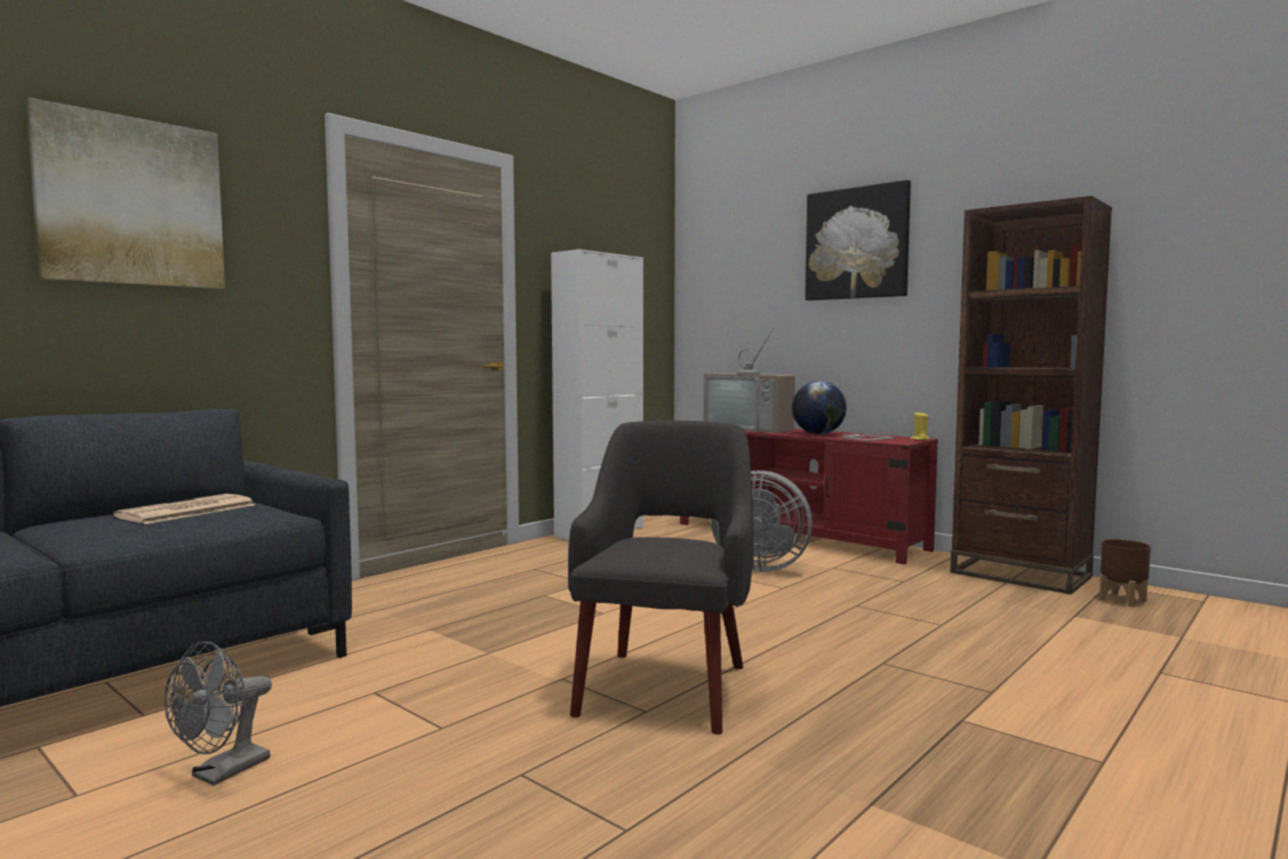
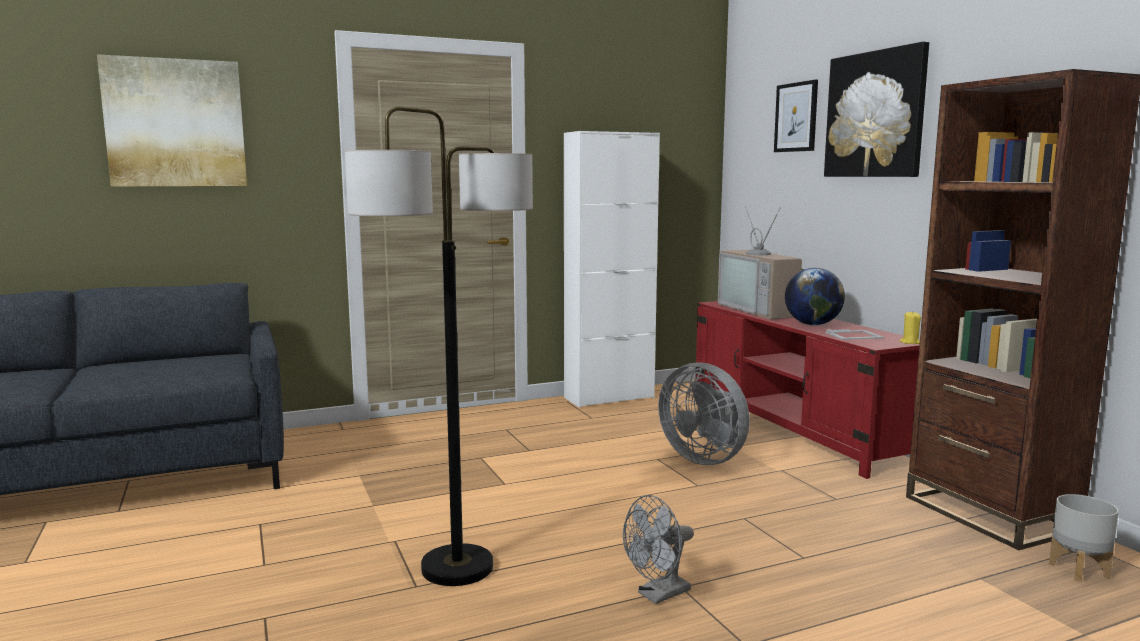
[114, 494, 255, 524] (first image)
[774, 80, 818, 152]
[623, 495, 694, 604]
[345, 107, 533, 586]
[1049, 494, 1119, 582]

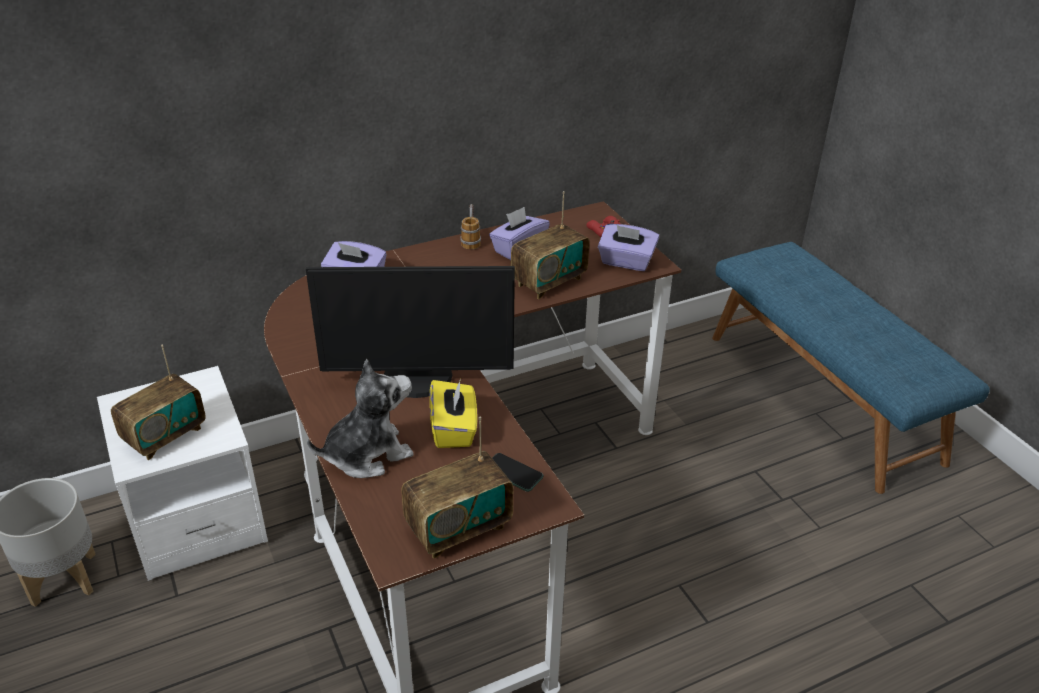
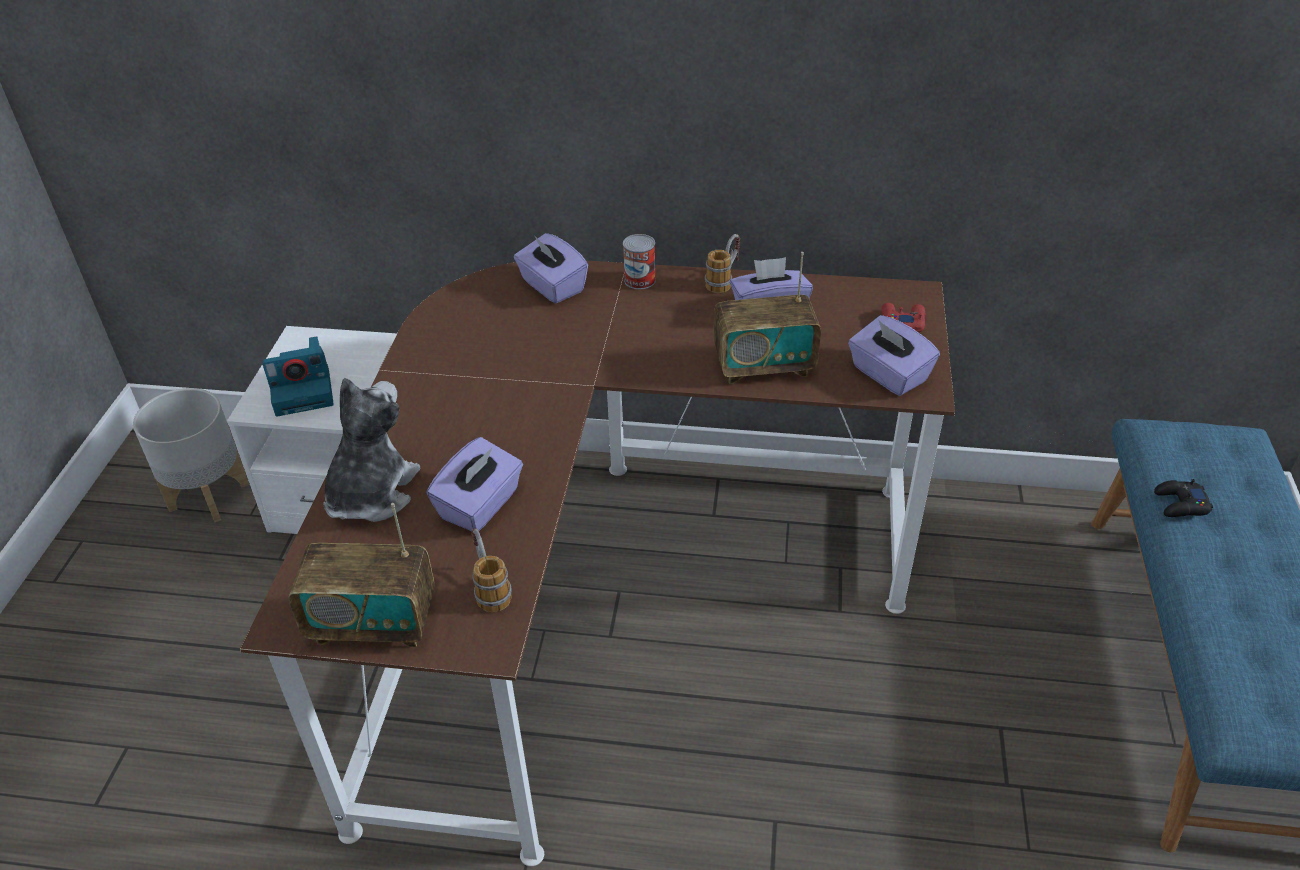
[306, 266, 515, 398] (first image)
[623, 234, 656, 289]
[1154, 479, 1213, 517]
[262, 336, 334, 417]
[471, 528, 512, 612]
[426, 437, 523, 531]
[323, 378, 421, 522]

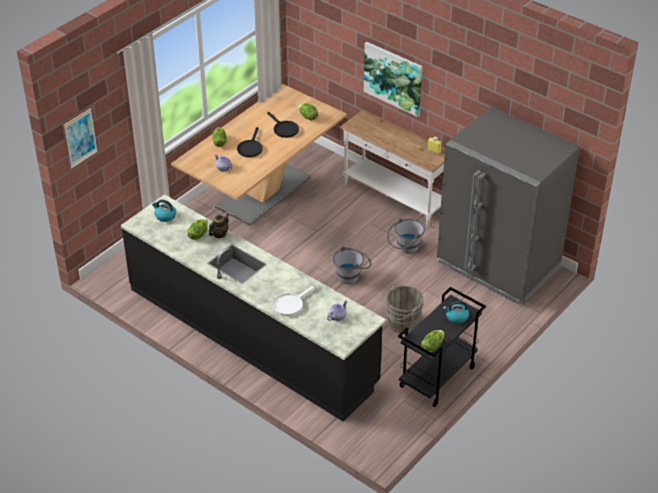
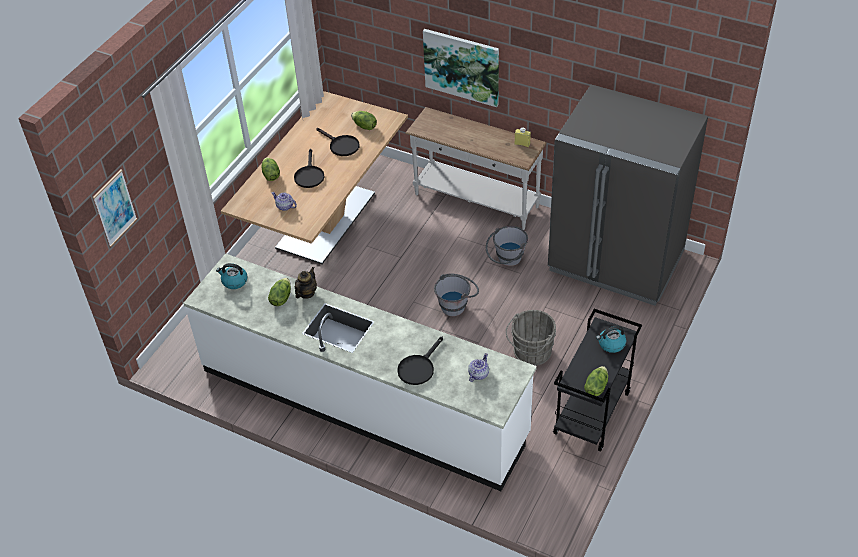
[183, 253, 537, 491]
[397, 337, 443, 385]

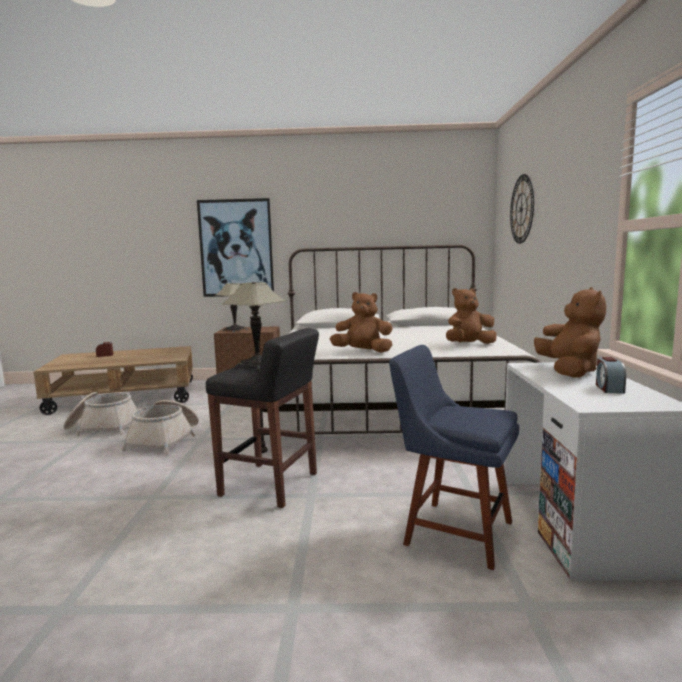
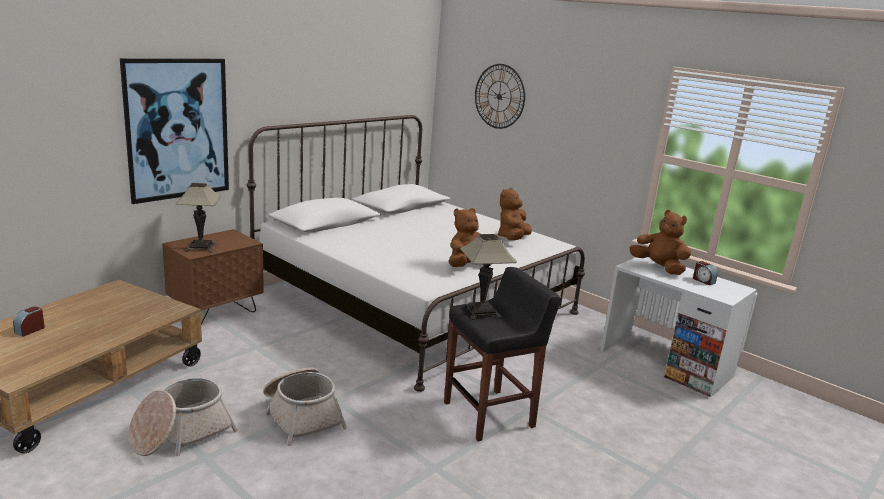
[389, 345, 519, 570] (first image)

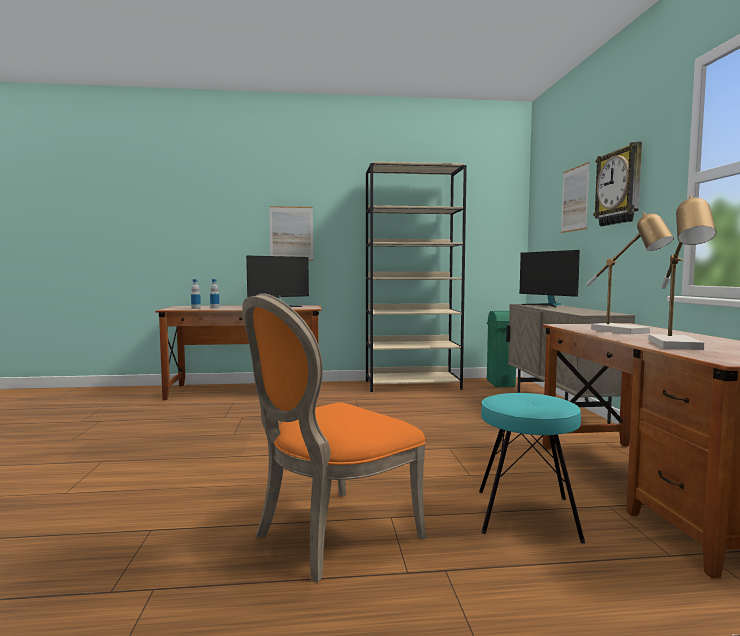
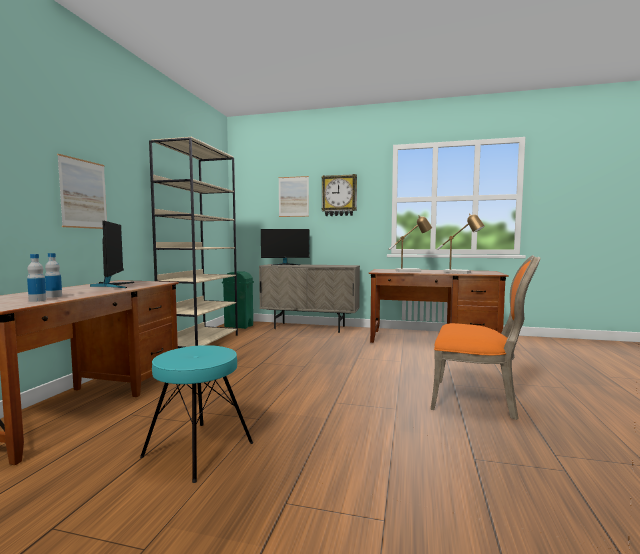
[140, 345, 253, 483]
[430, 255, 541, 420]

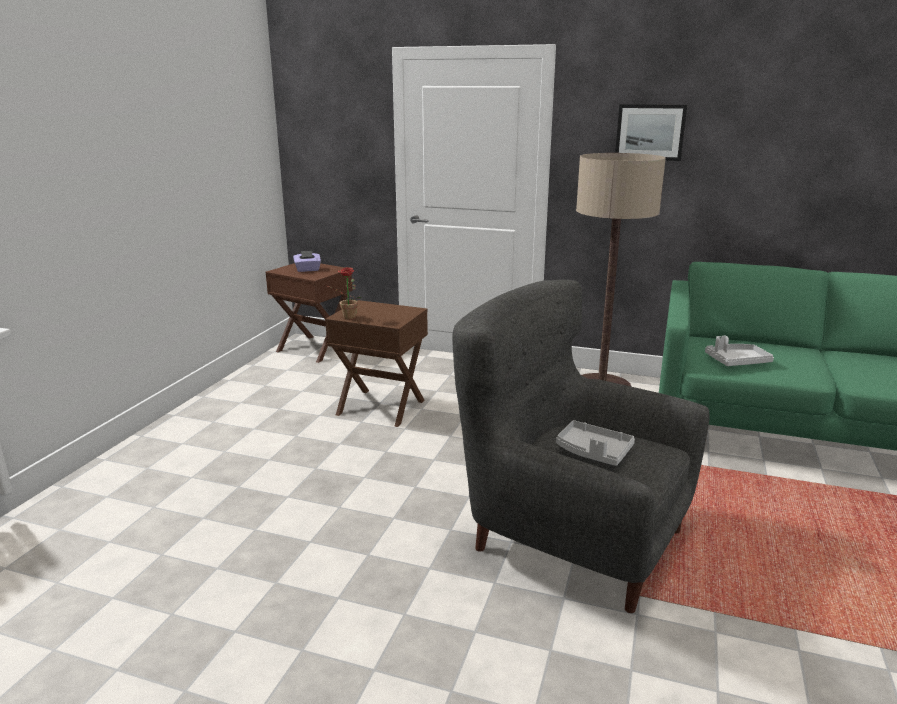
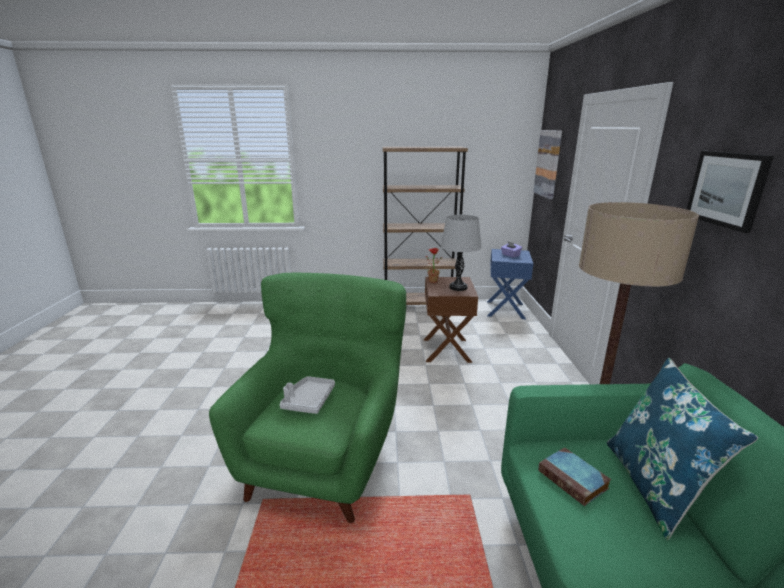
[382, 146, 468, 305]
[440, 215, 482, 291]
[533, 130, 562, 199]
[607, 358, 758, 540]
[538, 447, 611, 506]
[487, 249, 533, 319]
[209, 273, 406, 523]

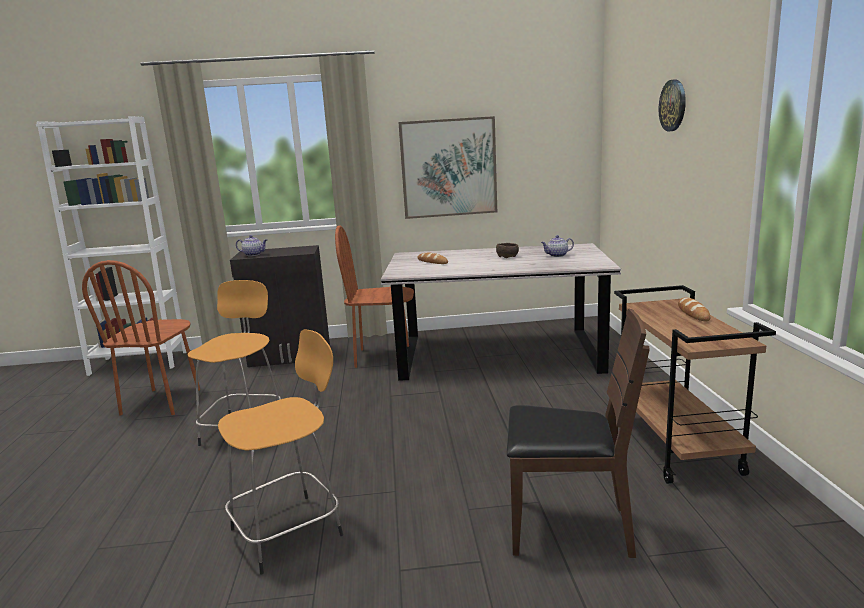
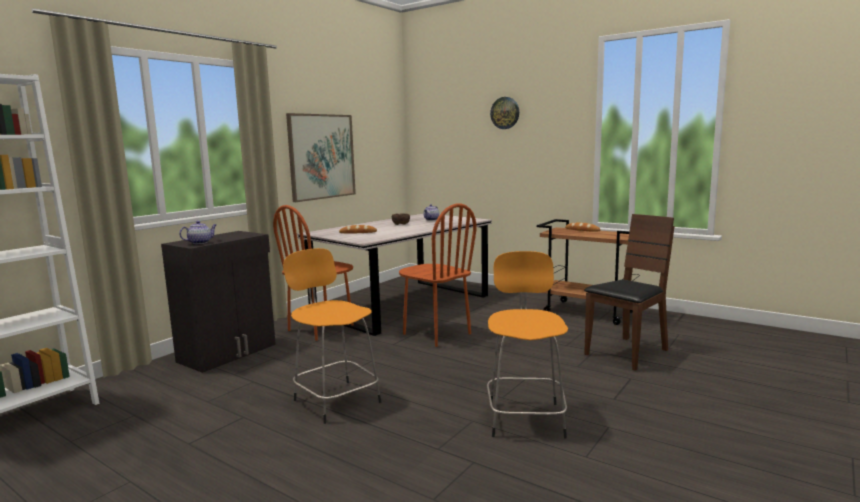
[399, 203, 476, 347]

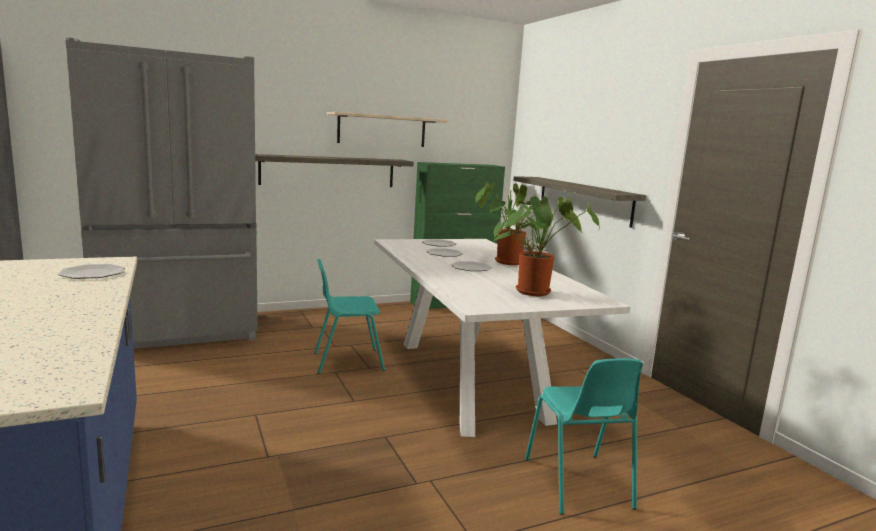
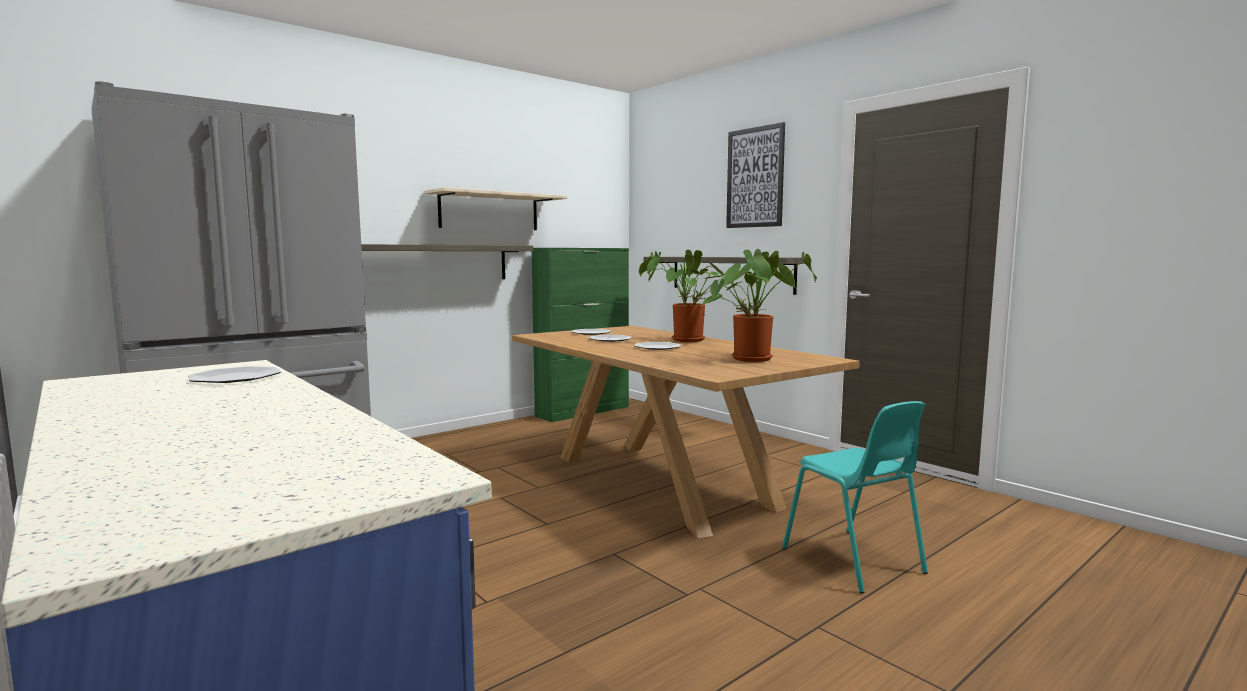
[314, 259, 385, 374] (first image)
[726, 122, 785, 228]
[512, 326, 860, 539]

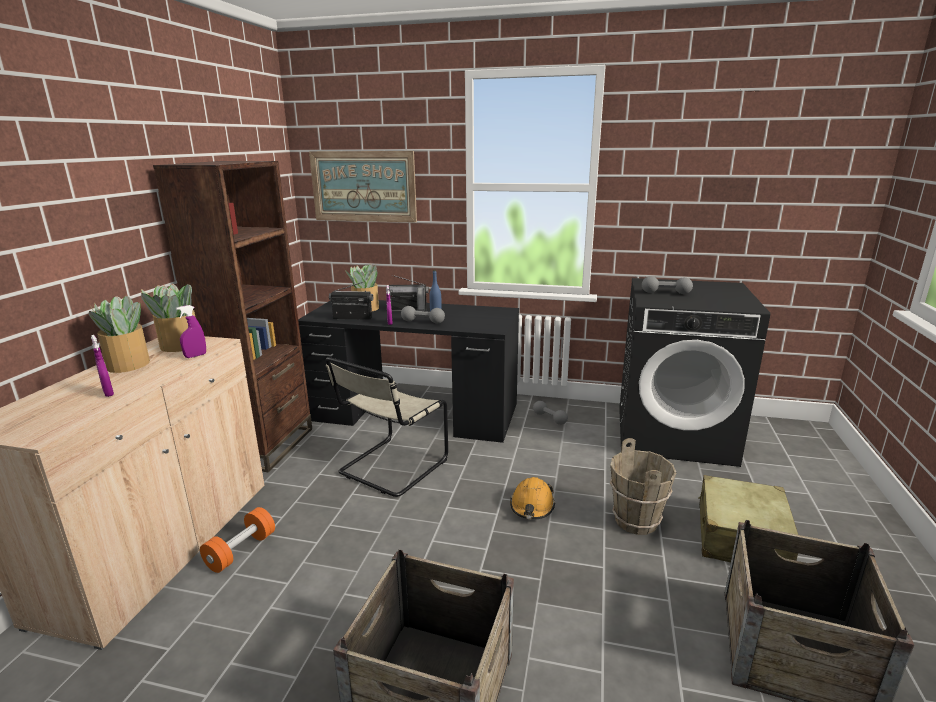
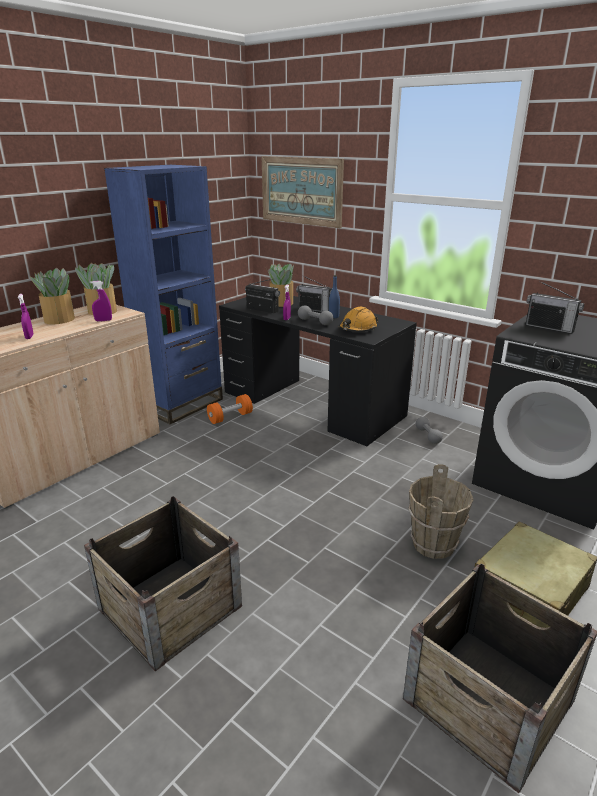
[326, 357, 448, 497] (first image)
[207, 394, 253, 424]
[339, 307, 378, 332]
[525, 281, 584, 334]
[104, 165, 223, 424]

